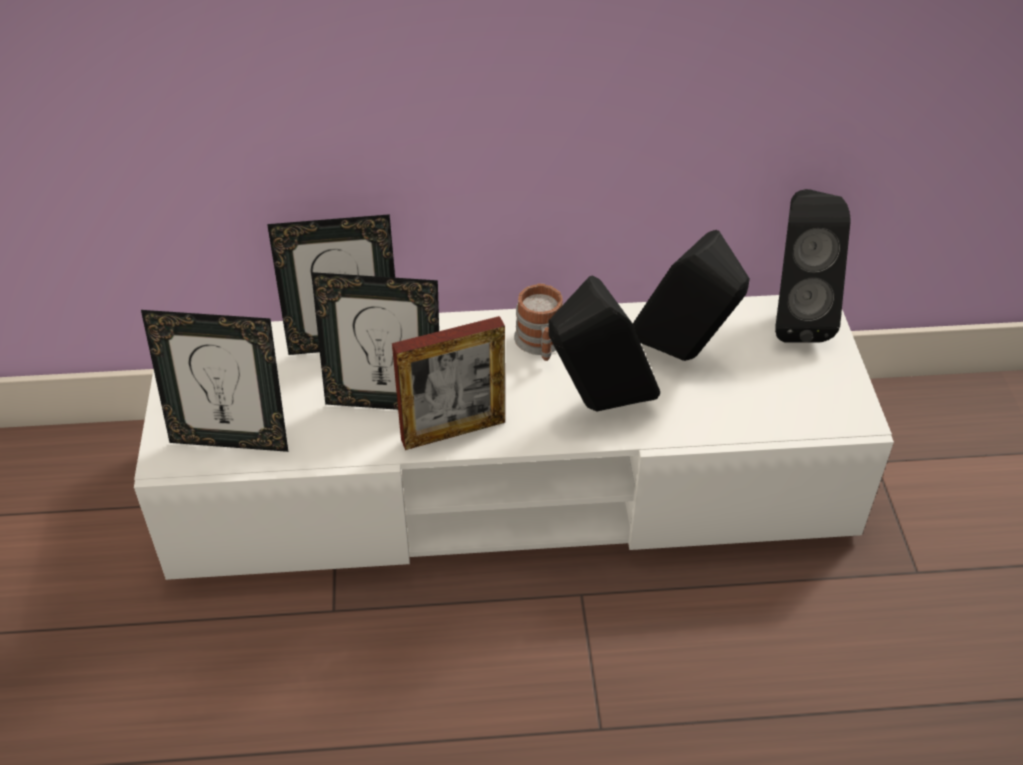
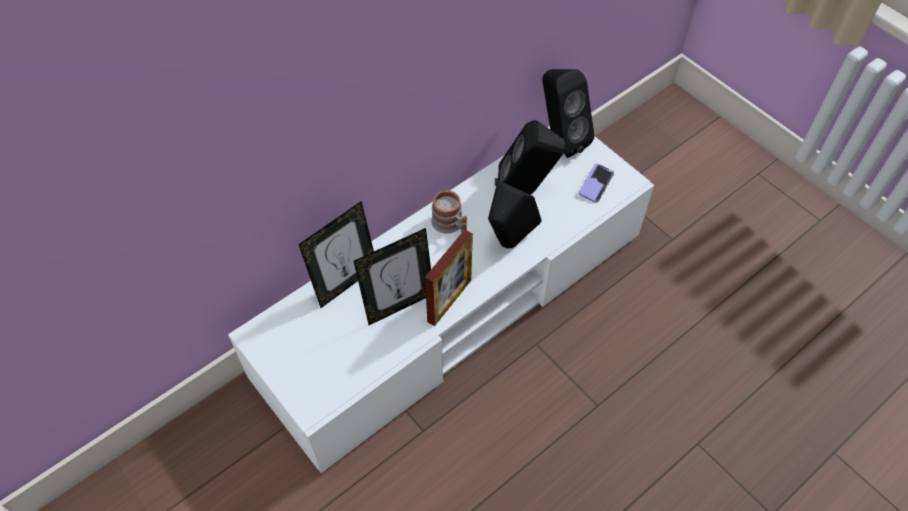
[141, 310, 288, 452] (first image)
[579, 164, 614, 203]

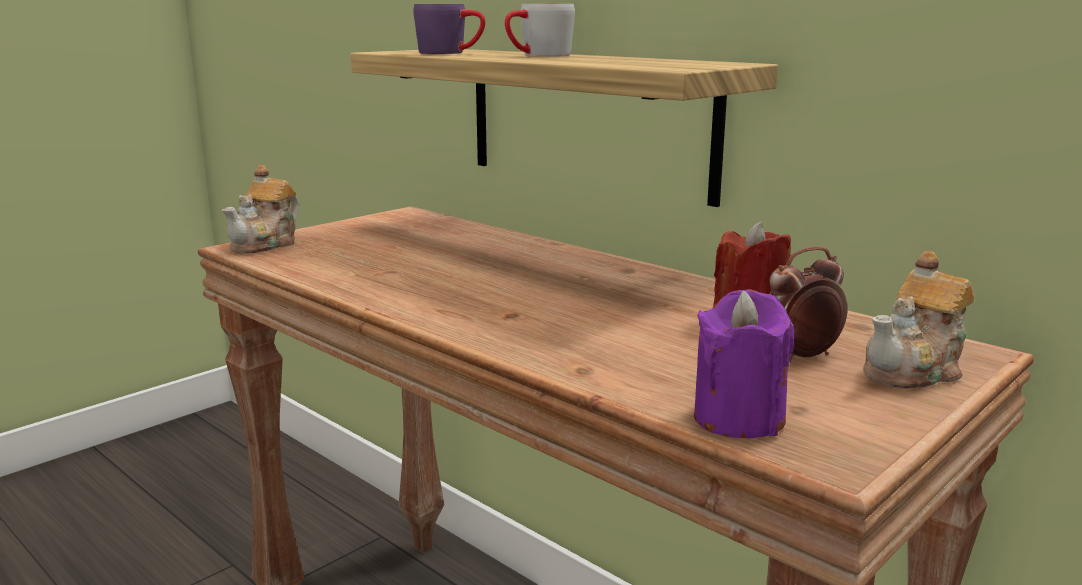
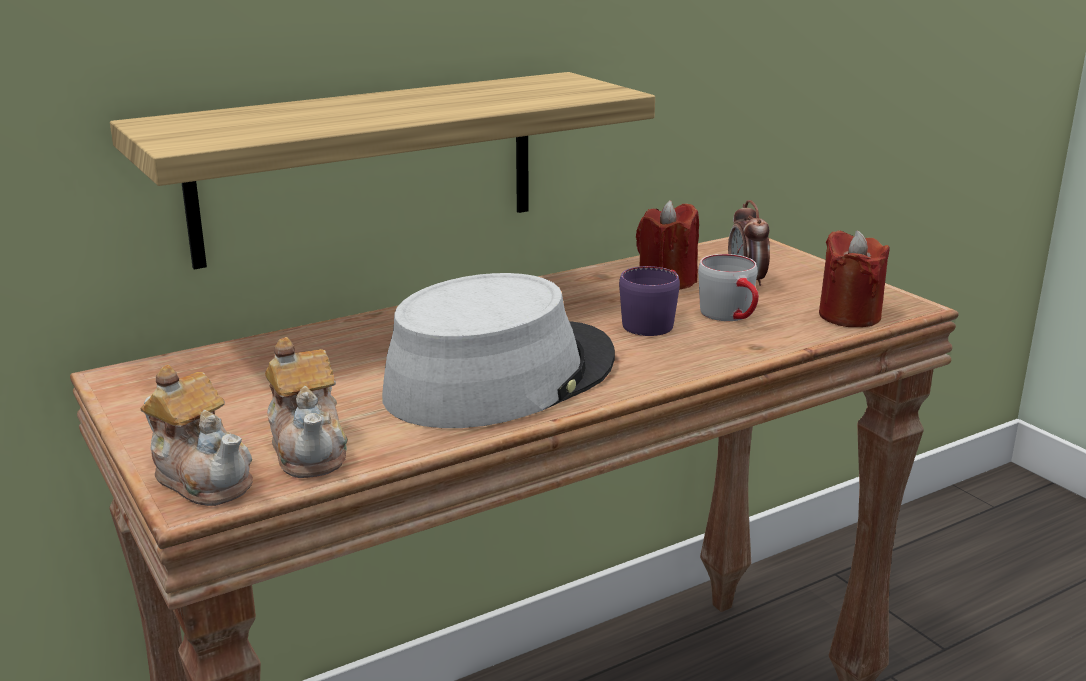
[382, 273, 615, 428]
[619, 266, 680, 336]
[698, 254, 759, 321]
[265, 337, 348, 478]
[819, 230, 889, 327]

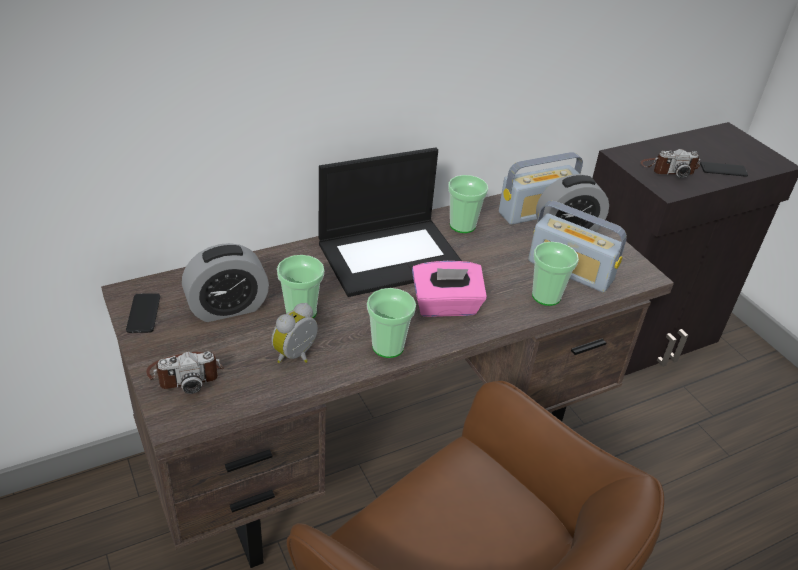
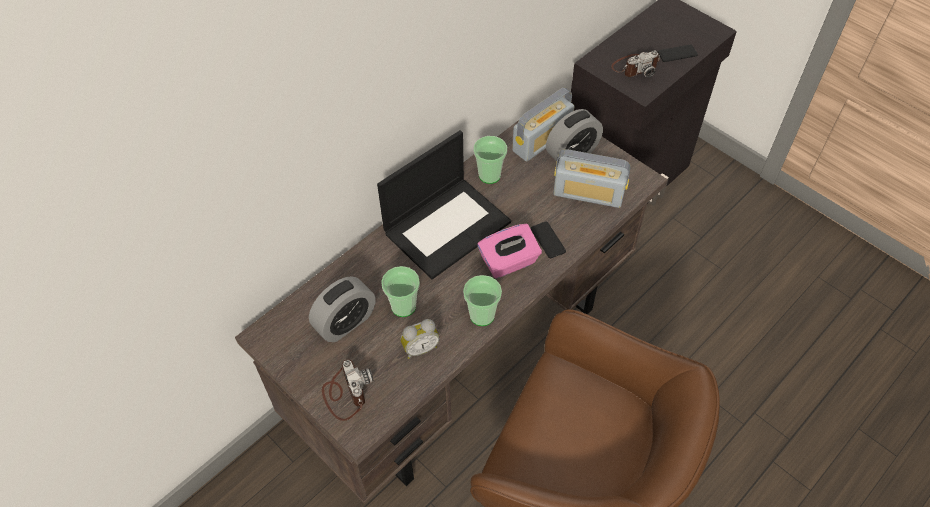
[532, 242, 579, 306] (first image)
[531, 221, 566, 258]
[322, 359, 374, 421]
[401, 319, 440, 359]

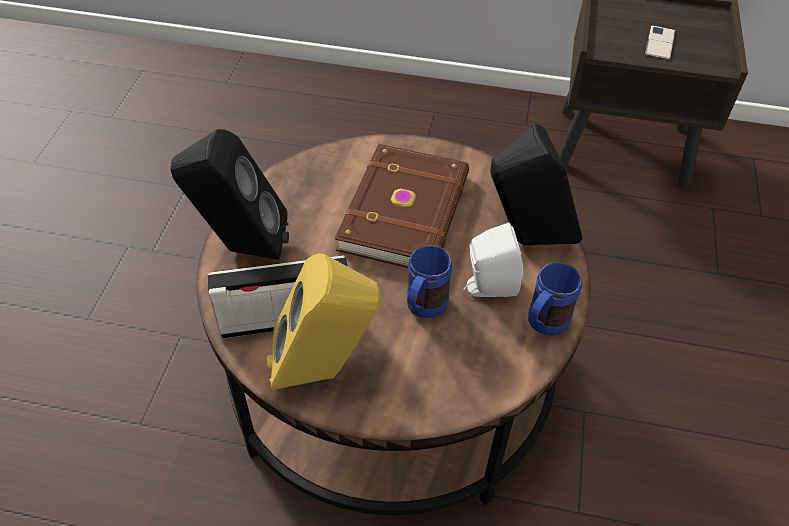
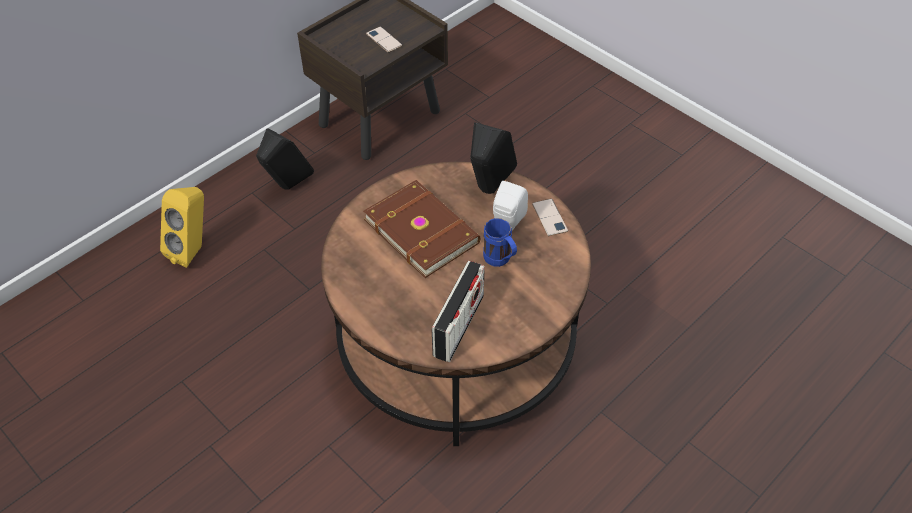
[256, 129, 314, 190]
[160, 187, 204, 268]
[532, 199, 568, 236]

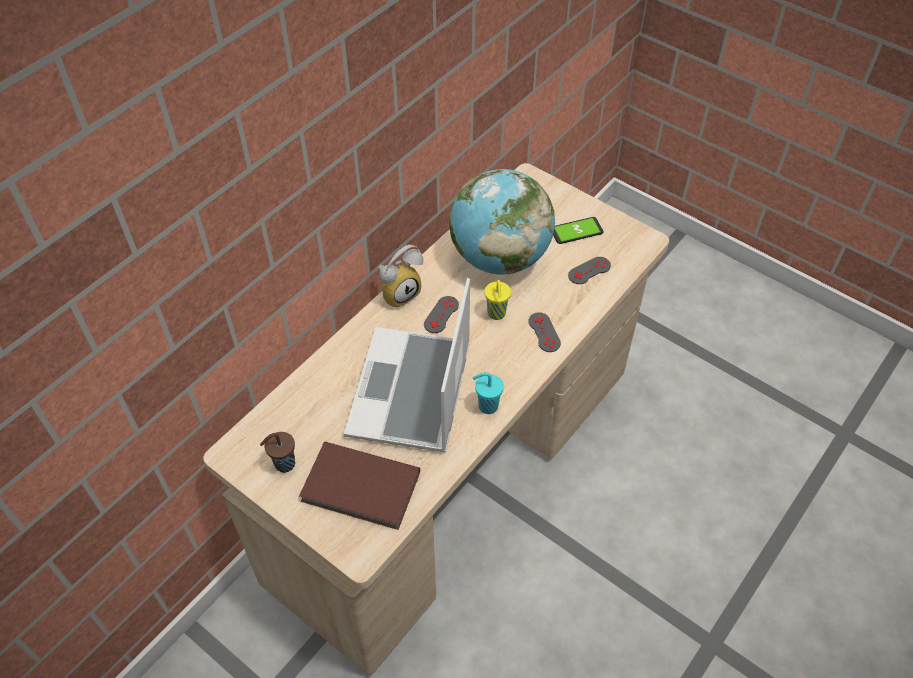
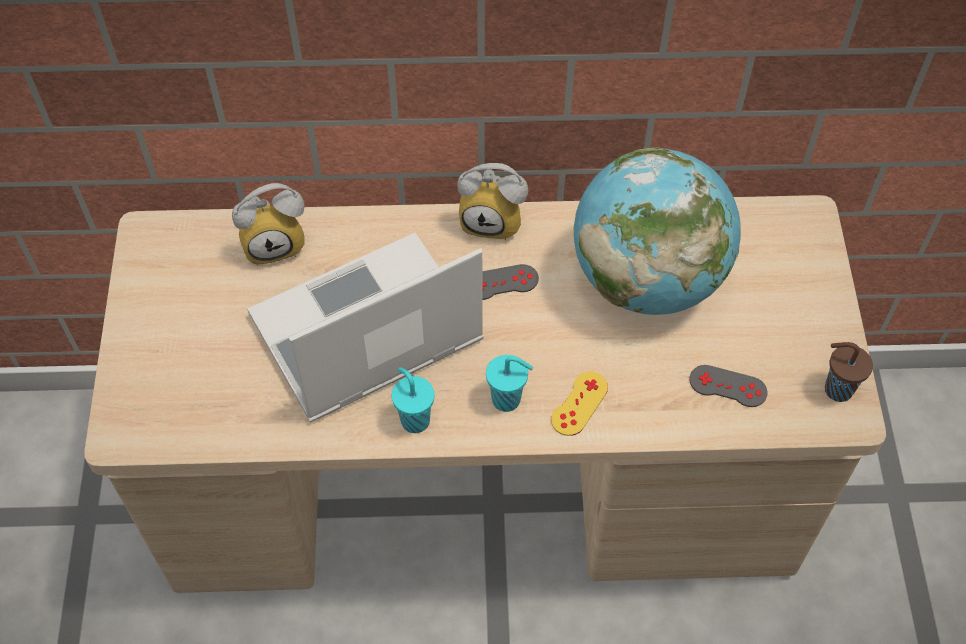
[299, 441, 420, 530] (first image)
[484, 280, 511, 320] (first image)
[553, 217, 604, 244] (first image)
[232, 183, 305, 266]
[486, 355, 533, 412]
[825, 342, 873, 402]
[551, 371, 608, 436]

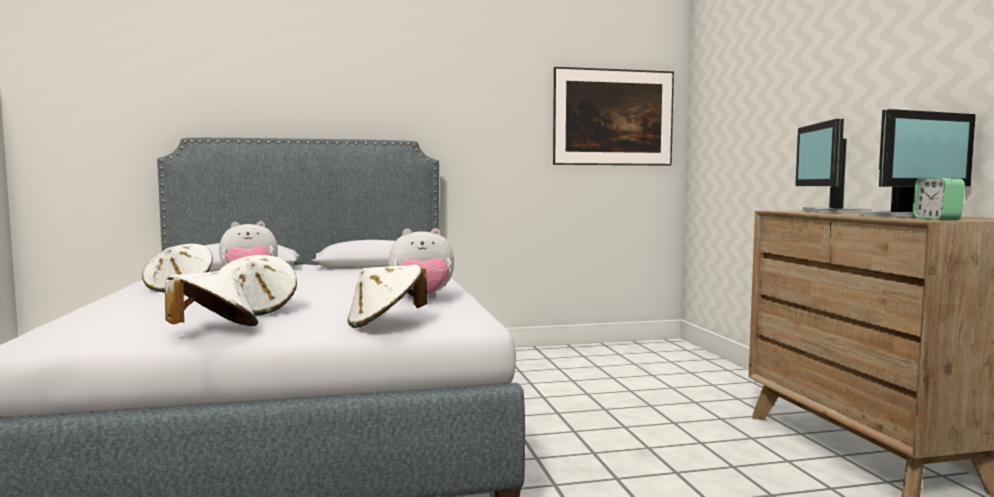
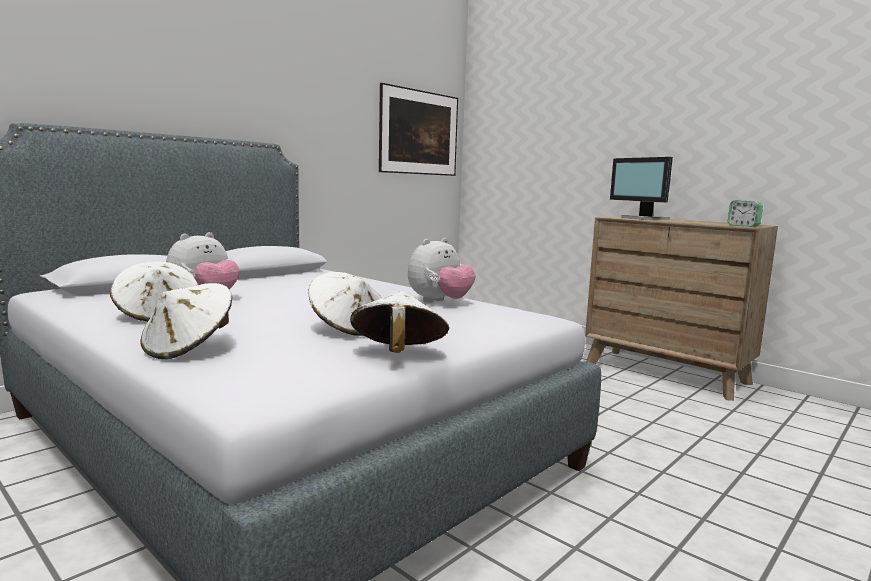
[858, 109, 976, 218] (first image)
[140, 283, 232, 359]

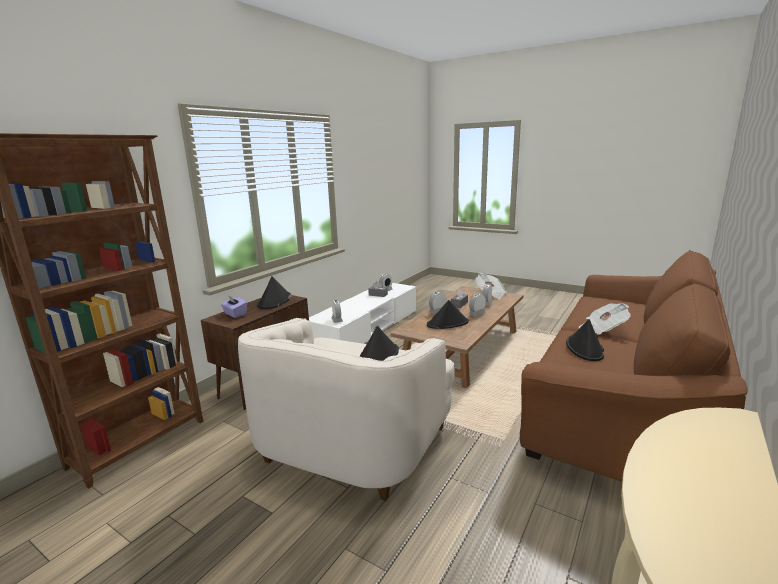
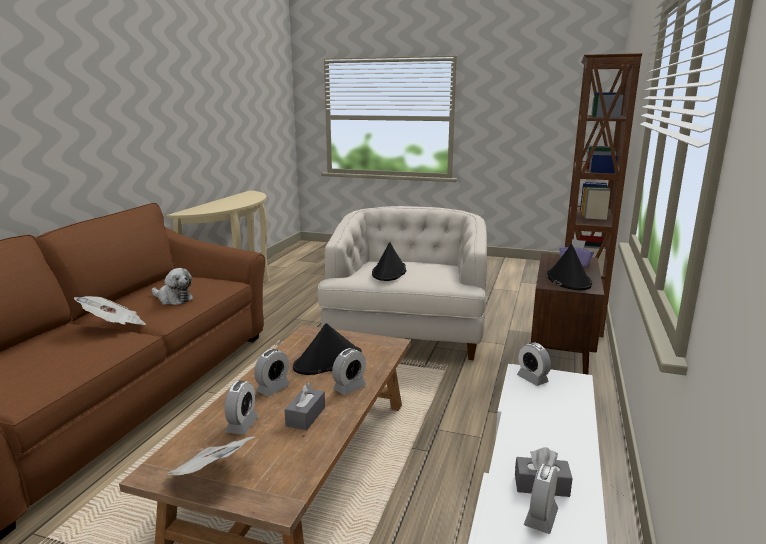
[152, 268, 193, 305]

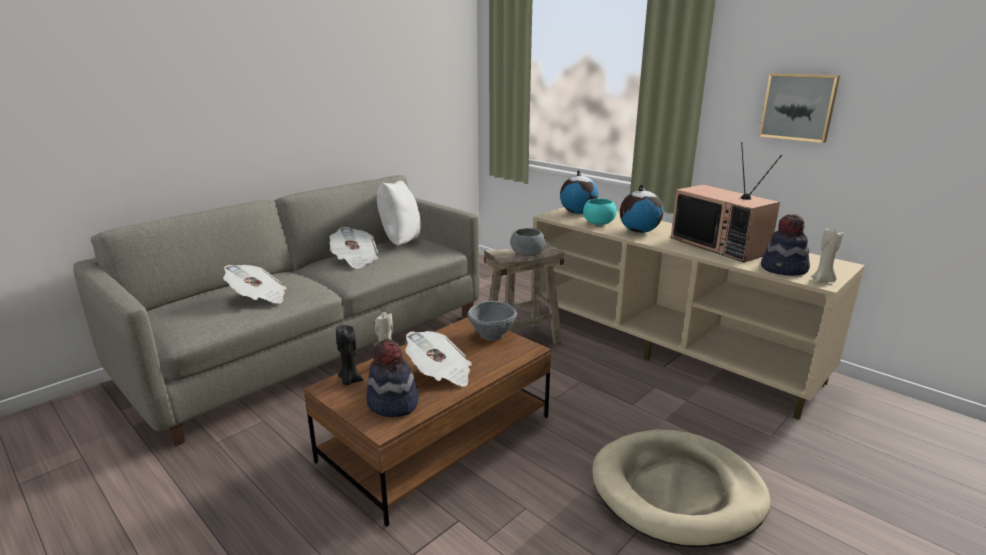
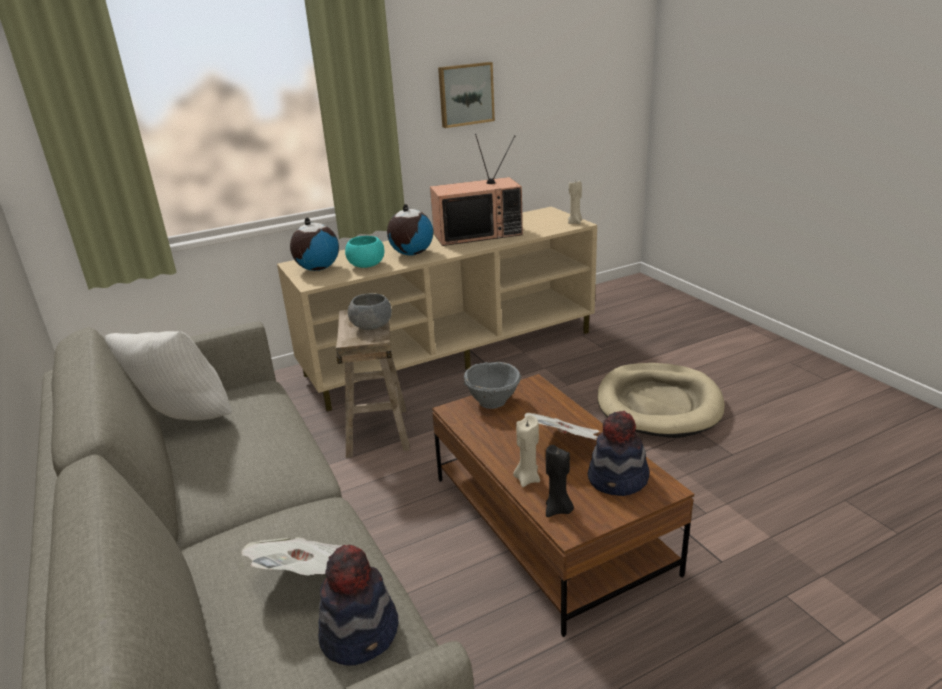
[330, 227, 379, 269] (first image)
[318, 545, 398, 665]

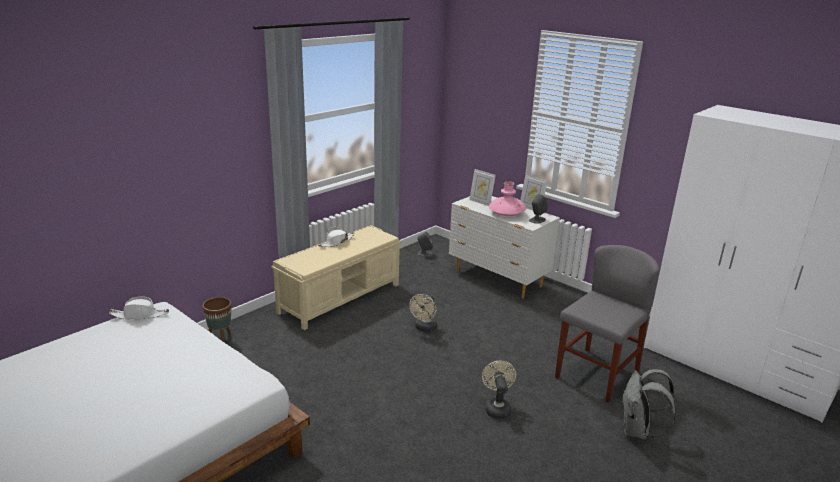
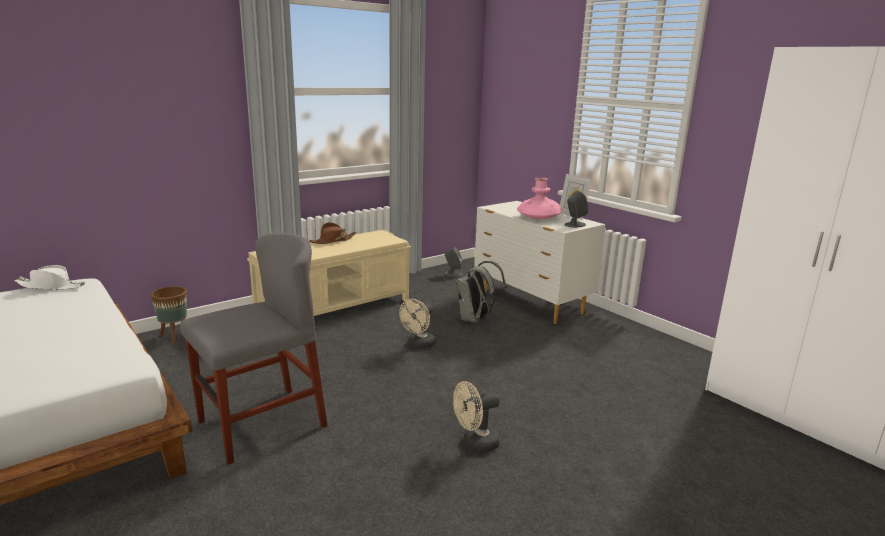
[469, 169, 496, 206] (first image)
[180, 233, 328, 465]
[456, 261, 506, 323]
[309, 222, 357, 244]
[453, 381, 500, 453]

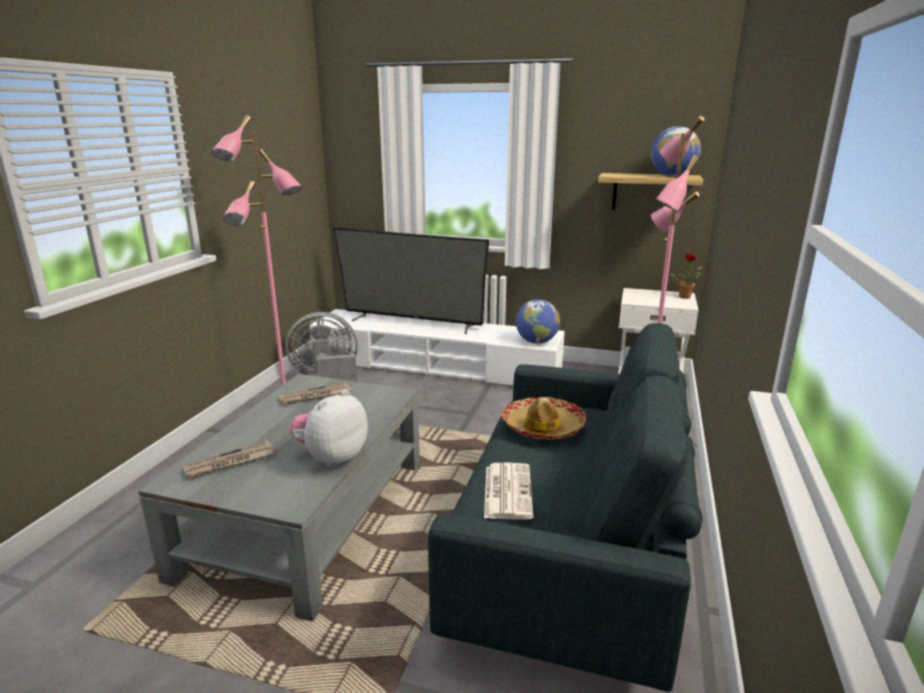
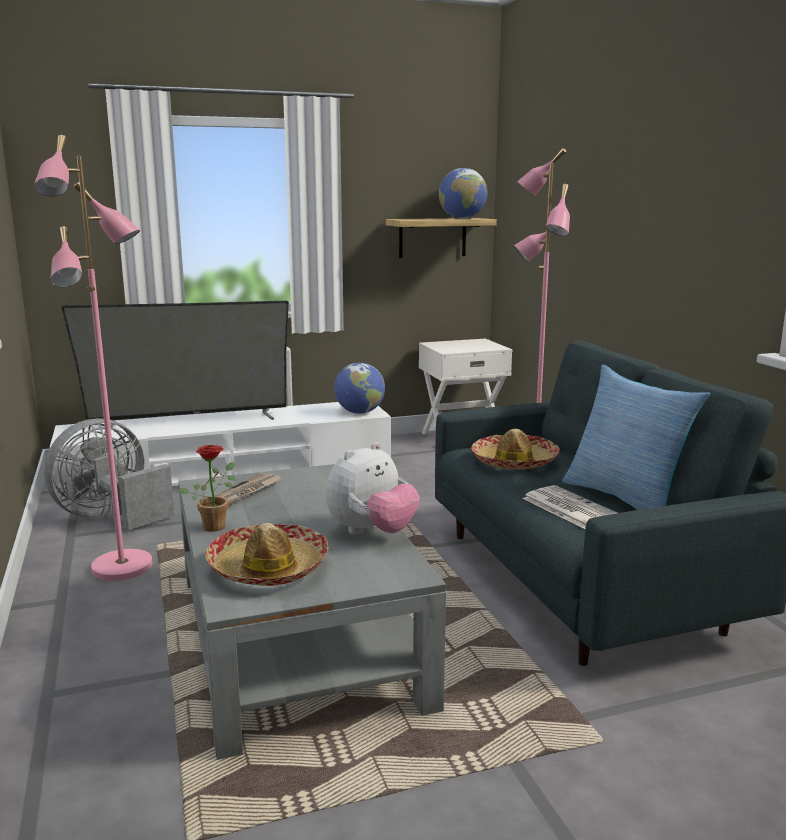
[562, 365, 710, 510]
[178, 445, 235, 531]
[205, 523, 329, 586]
[326, 442, 420, 534]

